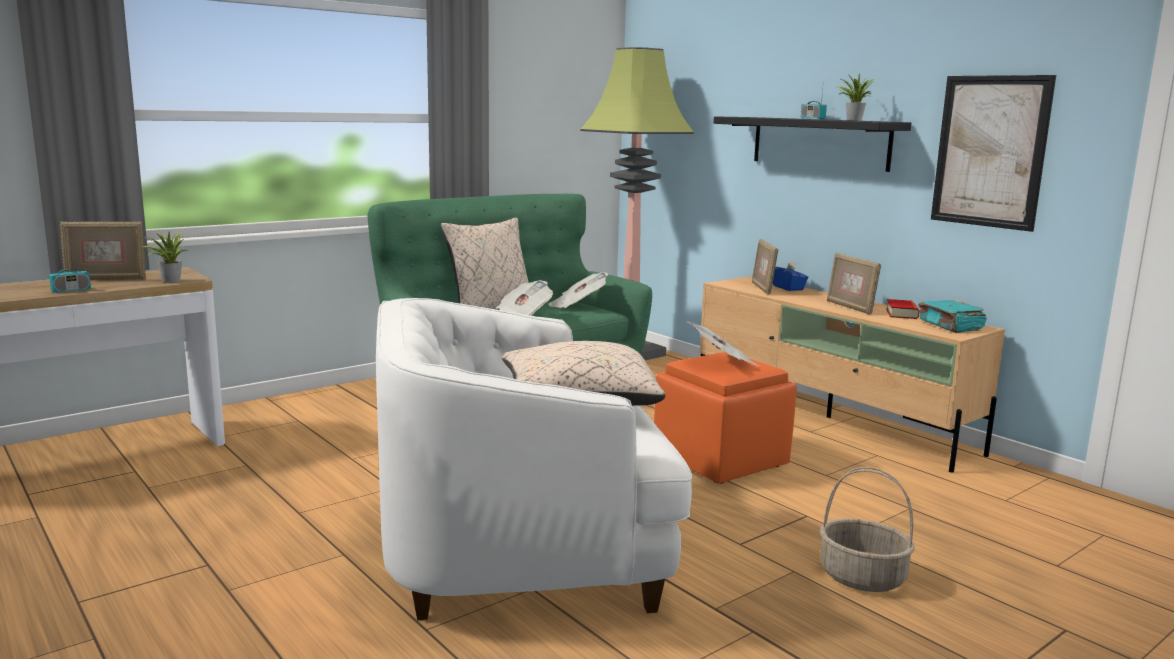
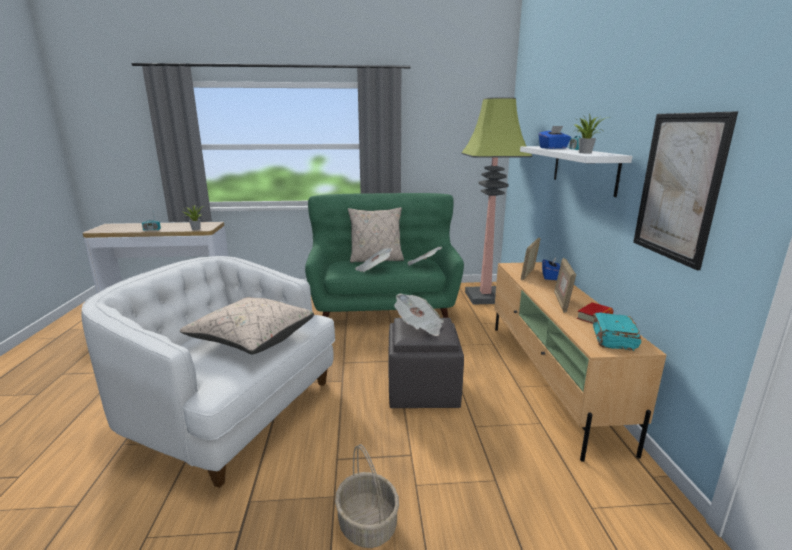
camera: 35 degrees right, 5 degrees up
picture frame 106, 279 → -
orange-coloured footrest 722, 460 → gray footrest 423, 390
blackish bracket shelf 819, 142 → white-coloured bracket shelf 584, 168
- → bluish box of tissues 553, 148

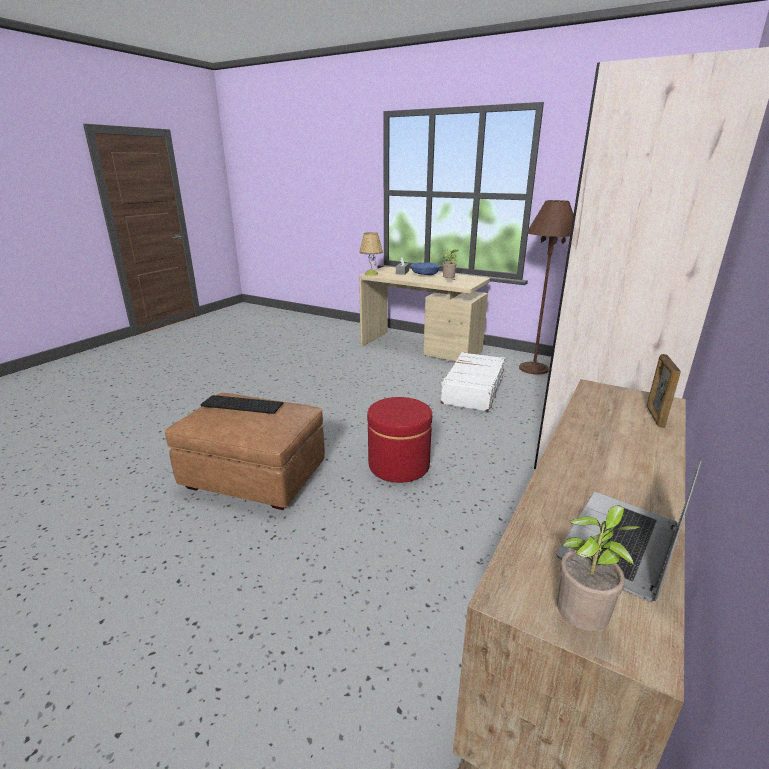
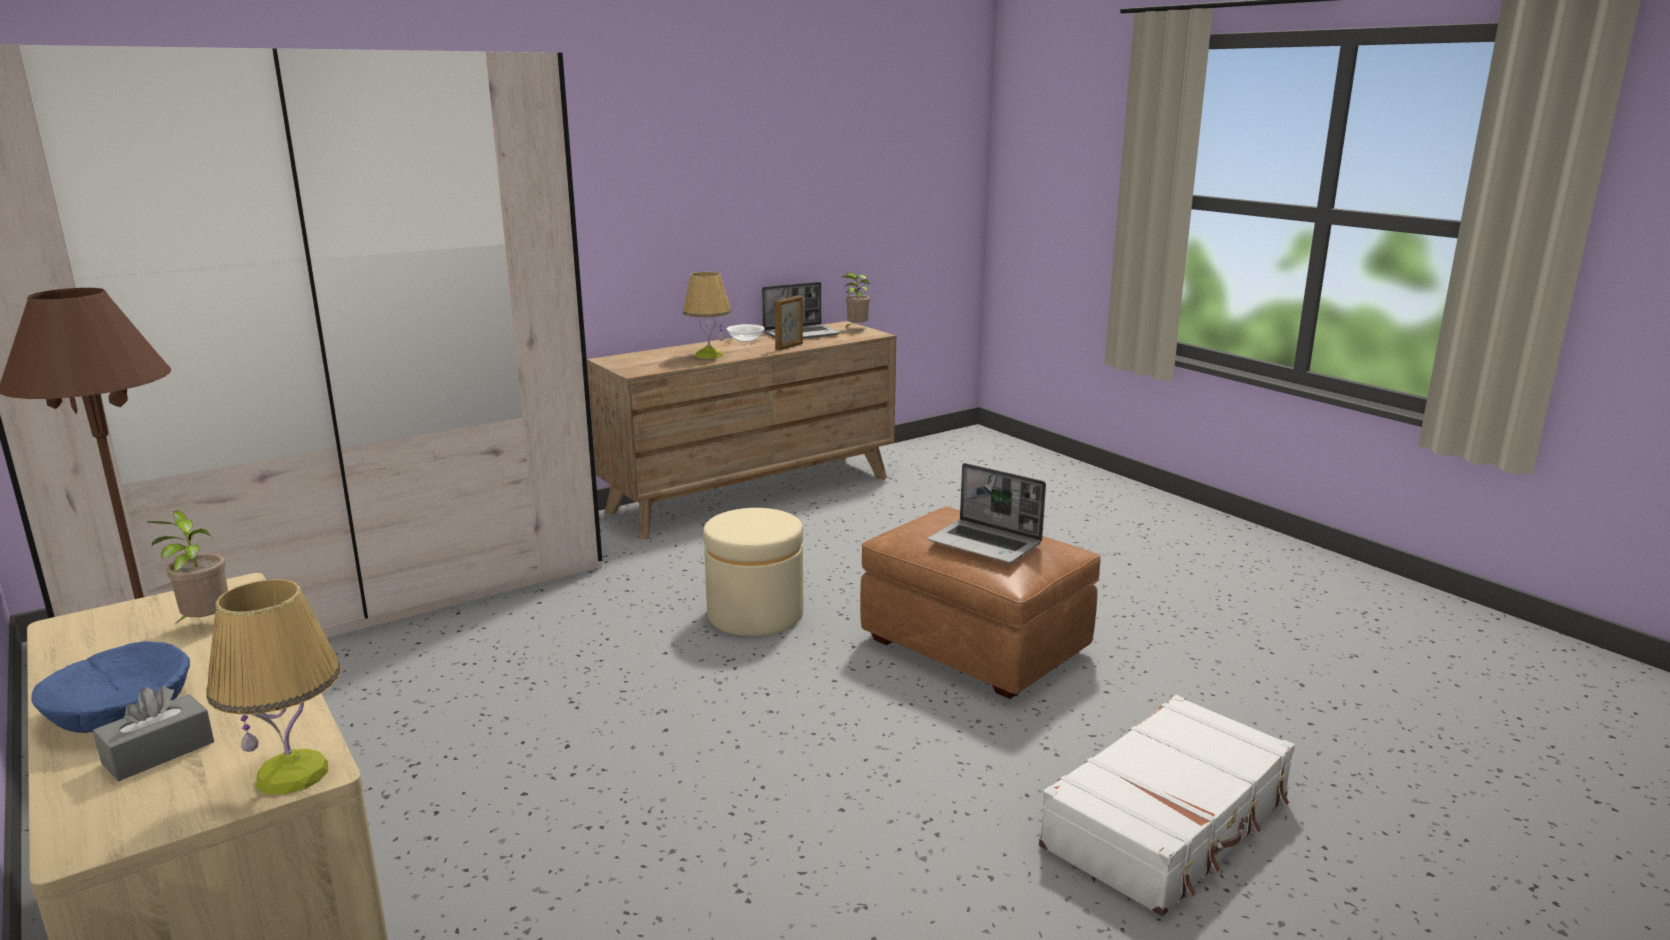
camera: 155 degrees left, 5 degrees down
PC keyboard 240, 405 → portable computer 986, 544
reddish footrest 399, 465 → beige-coloured footrest 755, 615
white-coloured piece of luggage 472, 390 → white-coloured piece of luggage 1169, 823, shifted
picture frame 654, 417 → picture frame 789, 346, shifted
- → tabletop lamp 708, 355
- → bowl 746, 340

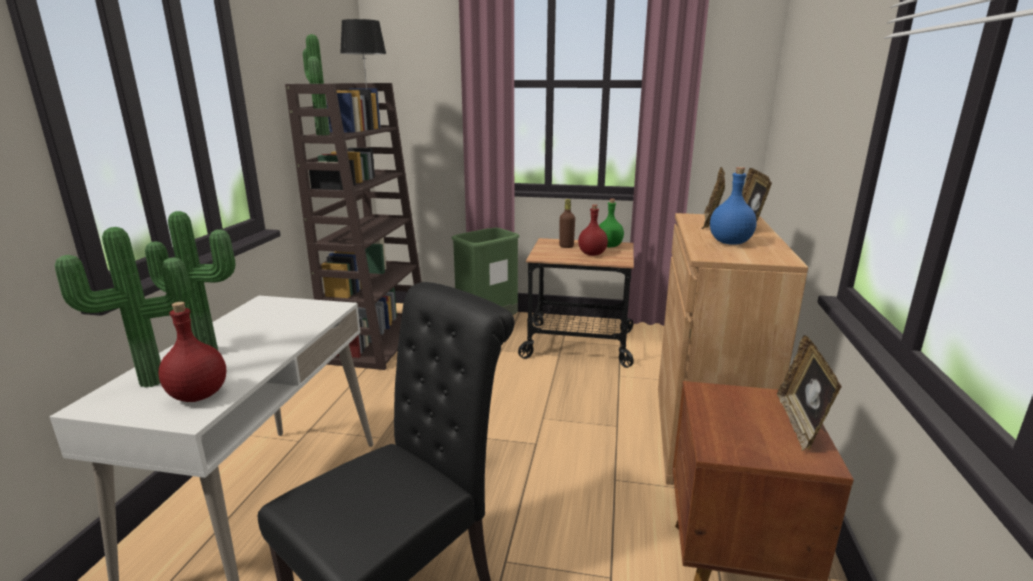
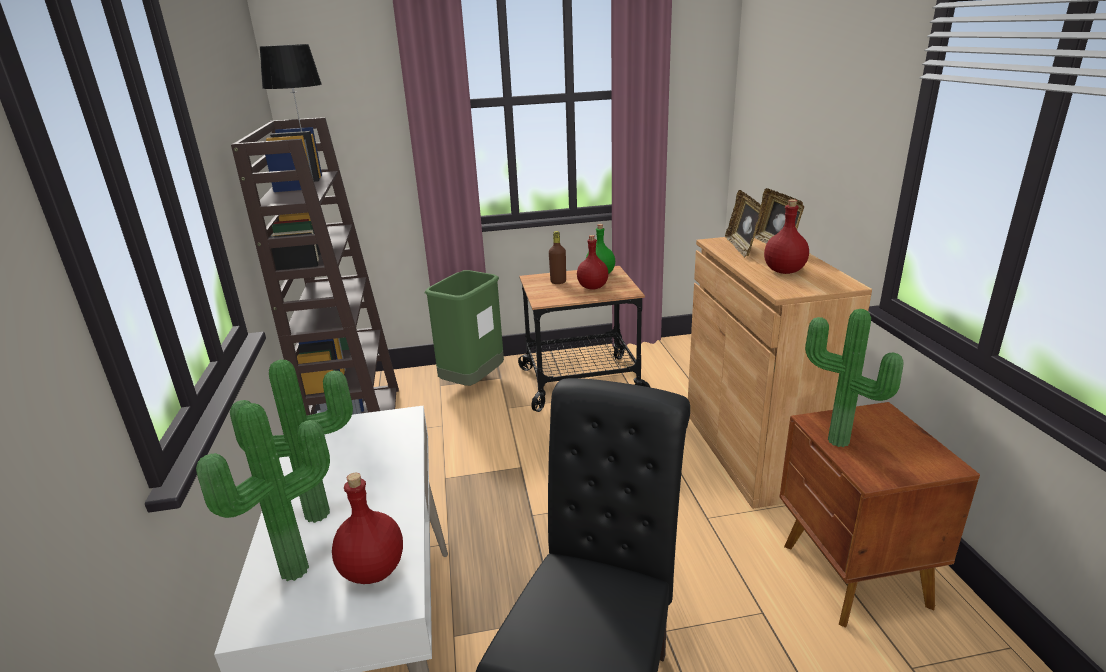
camera: 20 degrees left, 5 degrees up
plant in a pot 320, 134 → plant in a pot 837, 443, shifted
bluish bottle 731, 242 → reddish bottle 785, 271
picture frame 800, 423 → -

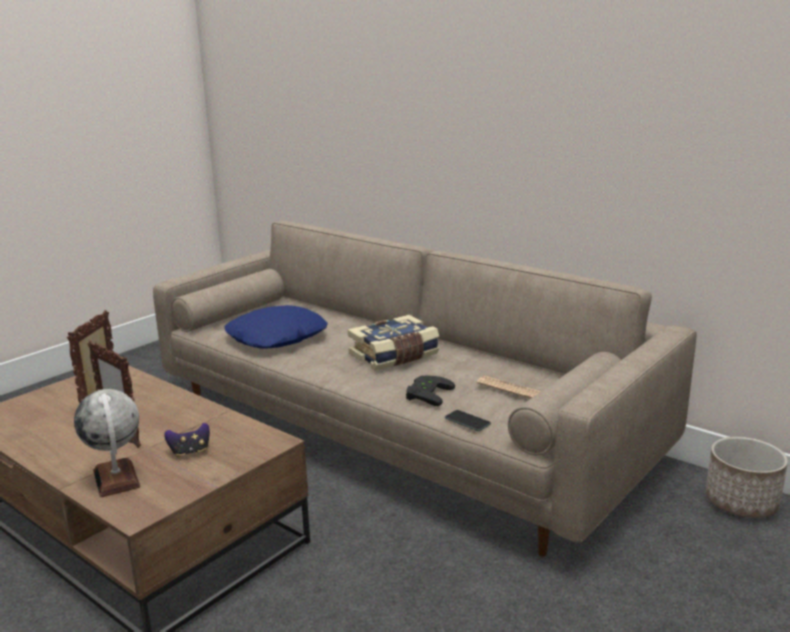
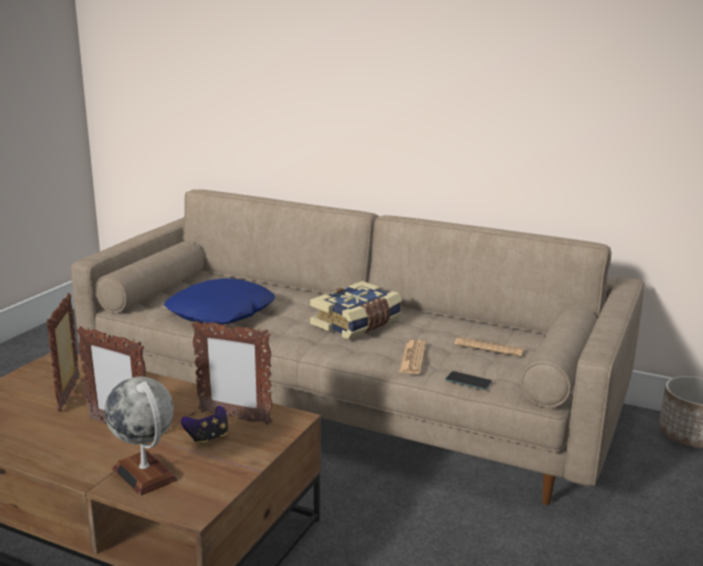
camera: 15 degrees left, 0 degrees up
blackish gamepad 426, 393 → daily paper 412, 358
- → picture frame 234, 417

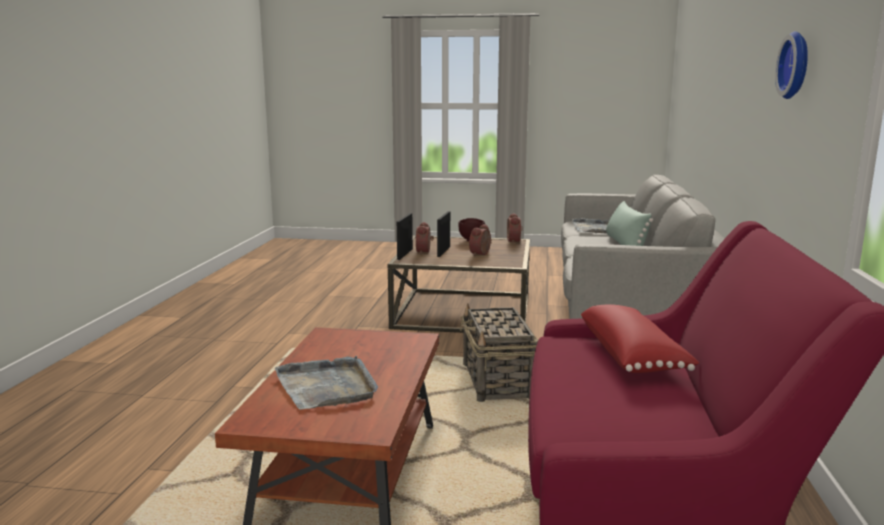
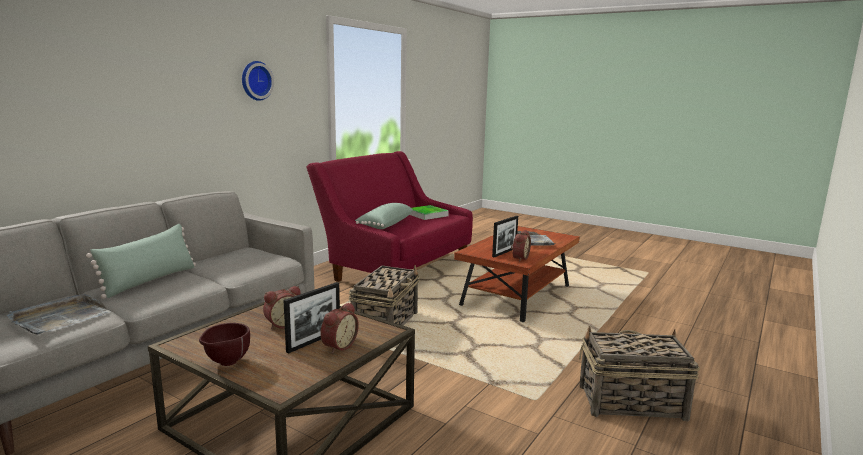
camera: 155 degrees left, 0 degrees up
picture frame 405, 254 → picture frame 504, 252, shifted
bedside clock 515, 241 → bedside clock 519, 258, shifted
reddish pillow 632, 356 → green pillow 384, 224
- → tray 427, 215
- → household basket 630, 402

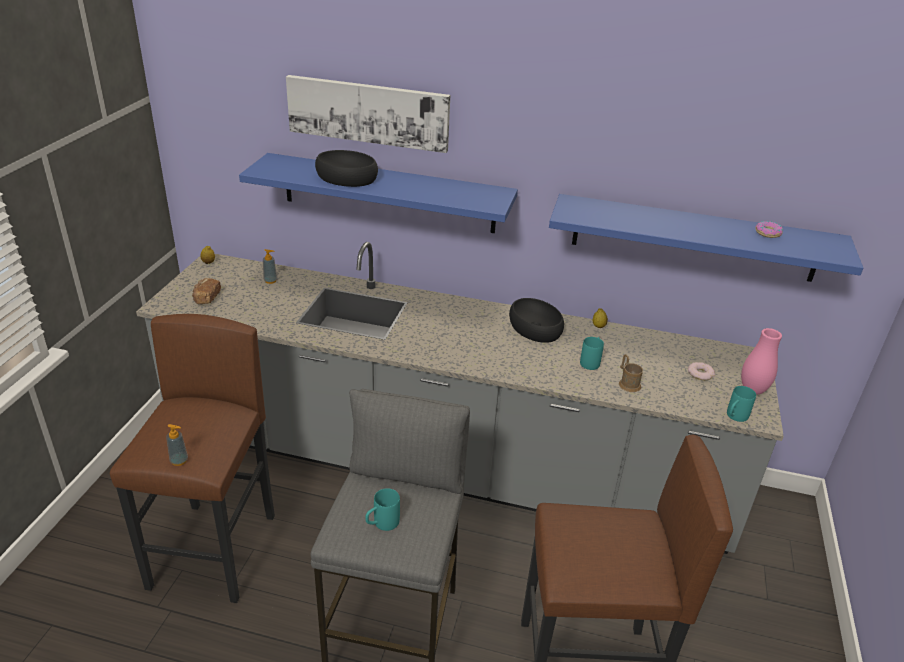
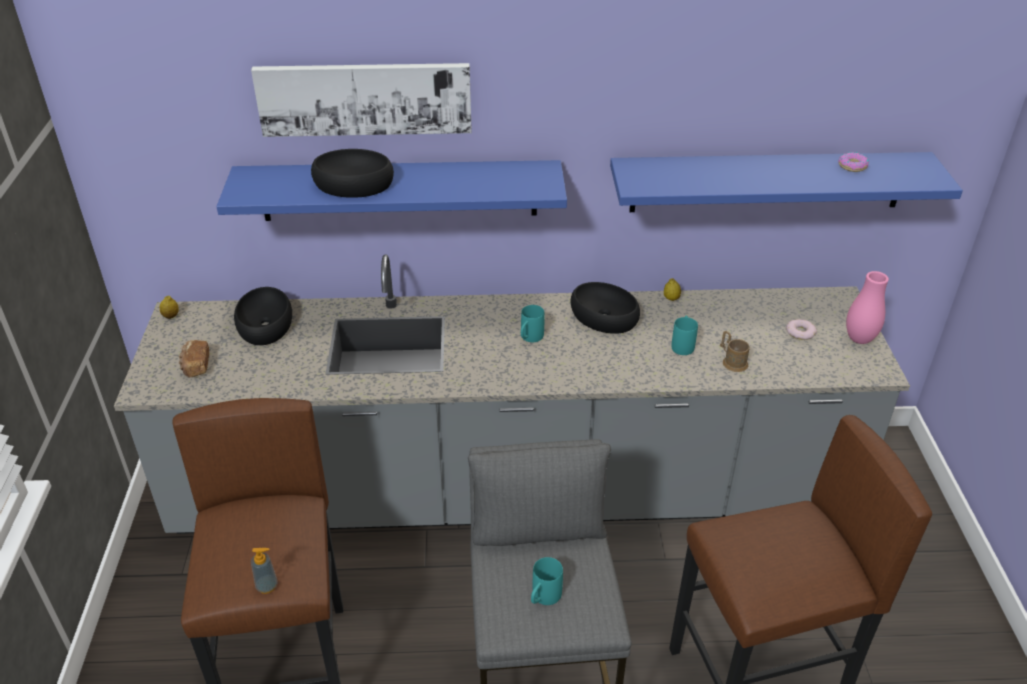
camera: 15 degrees left, 5 degrees up
soap dispenser 270, 281 → blackish bowl 264, 324
turquoise mug 734, 417 → turquoise mug 529, 338, shifted

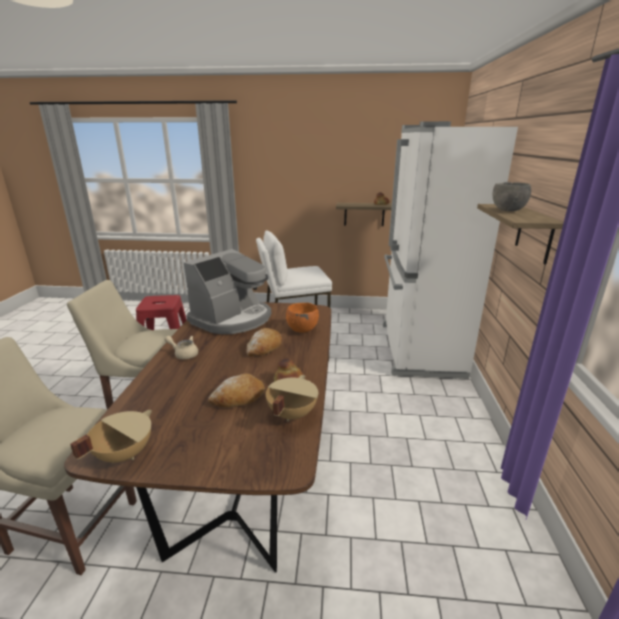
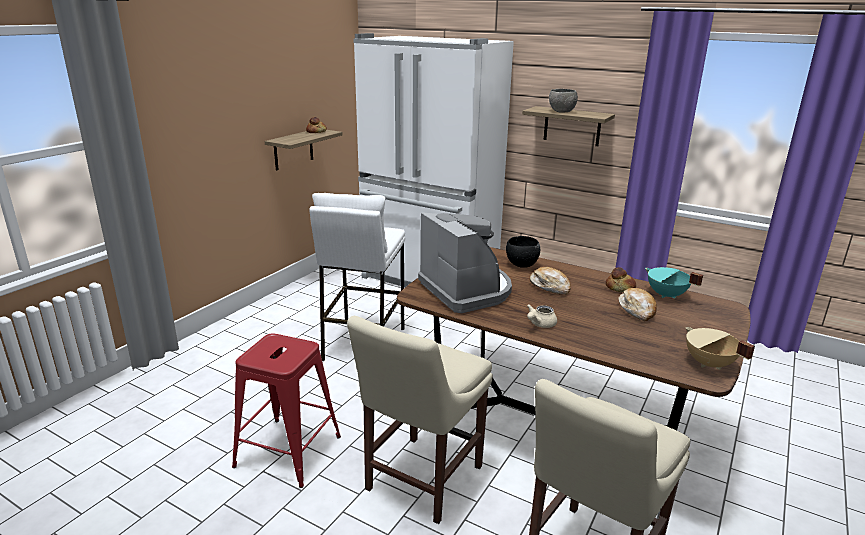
camera: 65 degrees left, 0 degrees up
beige-coloured saucepot 291, 414 → turquoise saucepot 666, 295
orange-coloured bowl 302, 330 → blackish bowl 521, 265

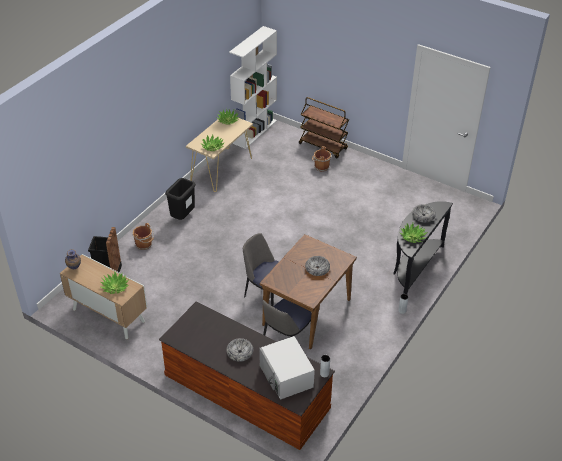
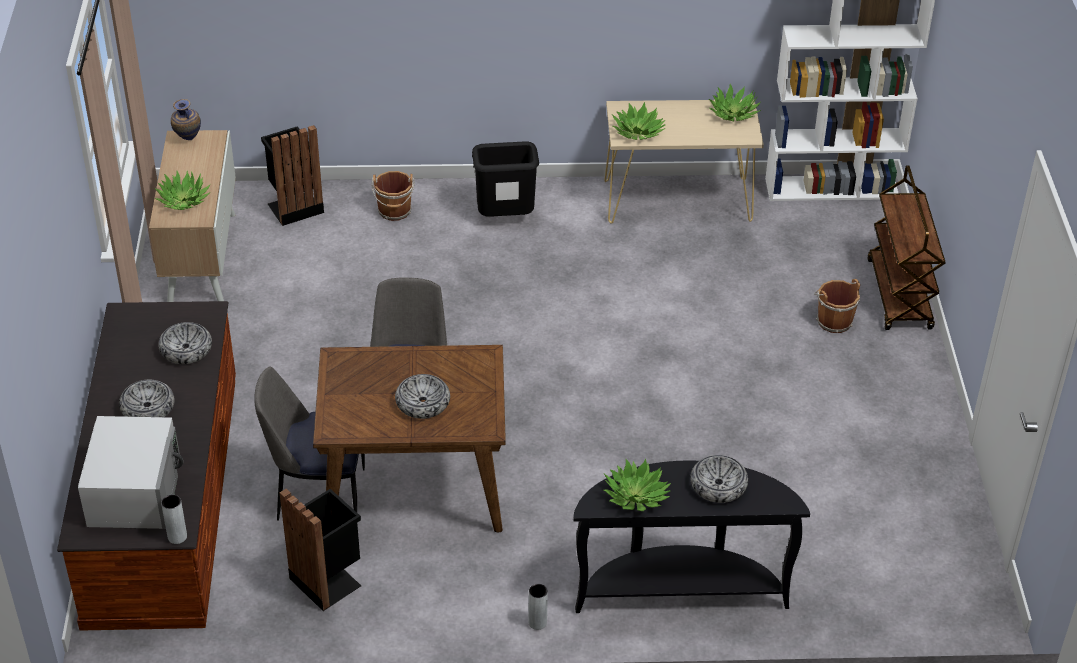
camera: 55 degrees right, 0 degrees up
white-coloured microwave 286, 376 → white-coloured microwave 135, 490, 150 degrees clockwise
- → bowl 186, 349
- → blackish waste bin 327, 580

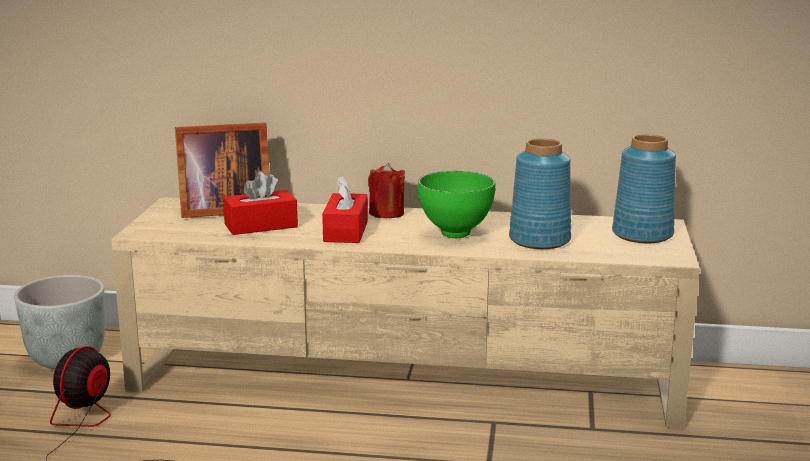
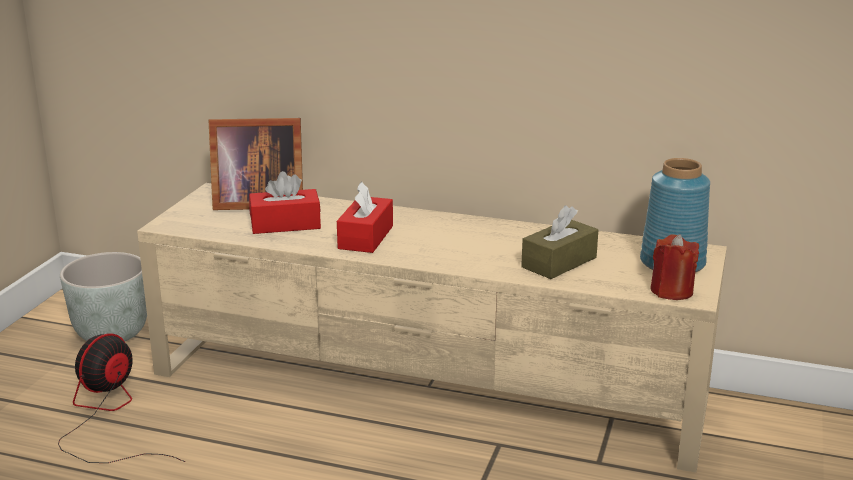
camera: 10 degrees right, 5 degrees up
reddish candle 386, 213 → reddish candle 671, 291, shifted
green bowl 456, 235 → -
bluish flower vase 539, 240 → brown-coloured box of tissues 559, 262

